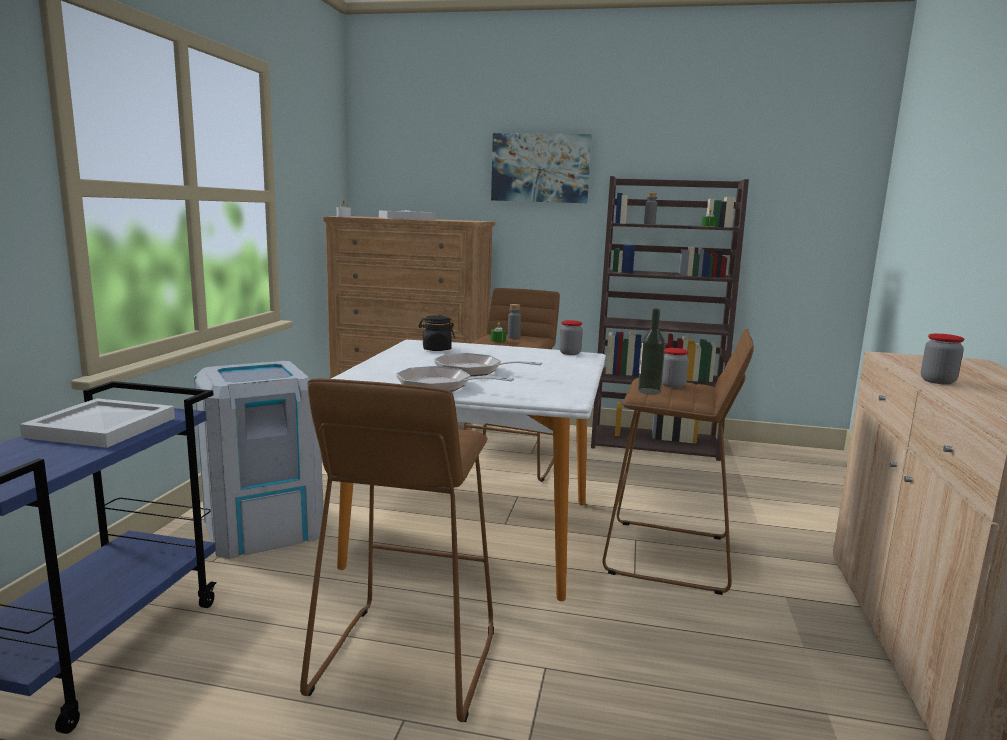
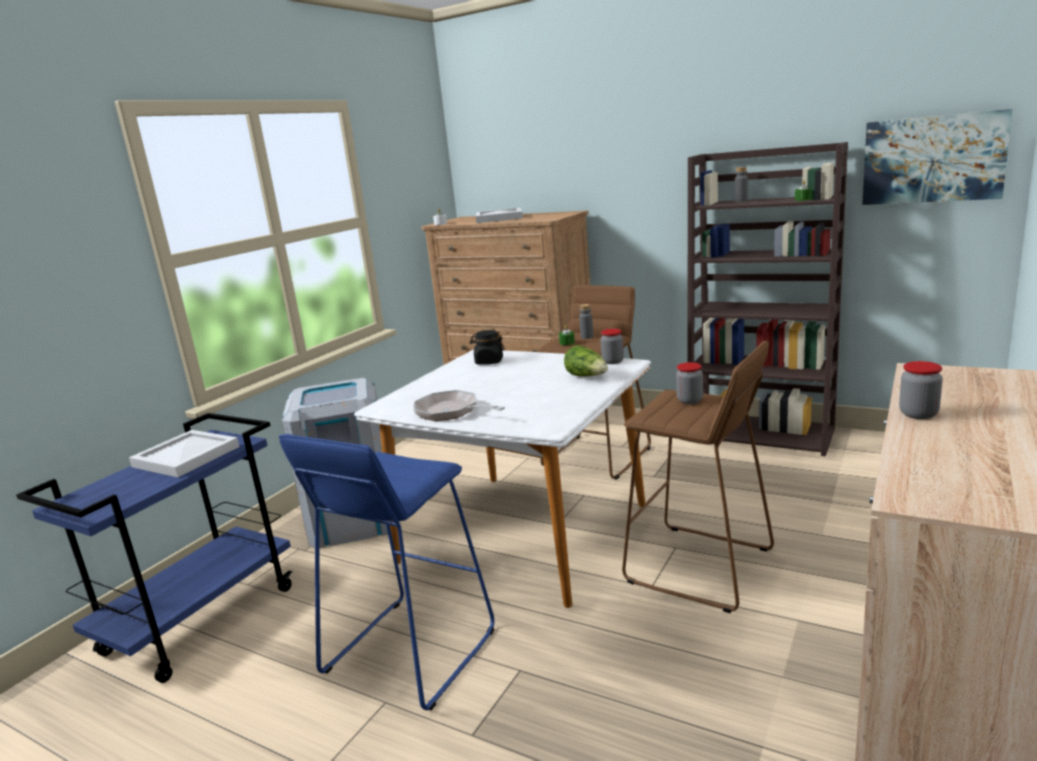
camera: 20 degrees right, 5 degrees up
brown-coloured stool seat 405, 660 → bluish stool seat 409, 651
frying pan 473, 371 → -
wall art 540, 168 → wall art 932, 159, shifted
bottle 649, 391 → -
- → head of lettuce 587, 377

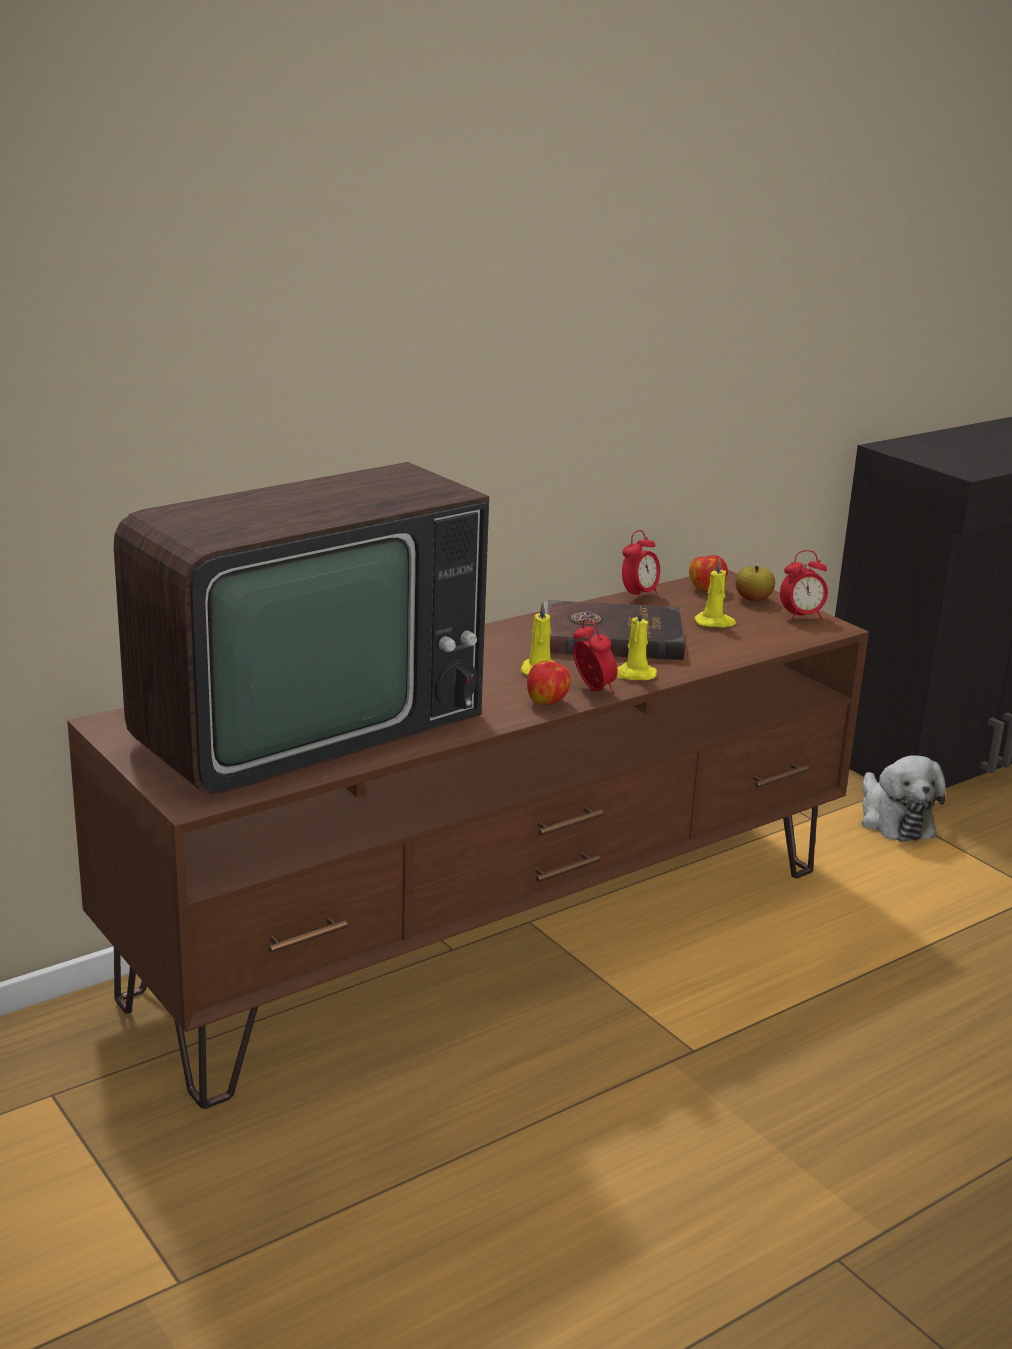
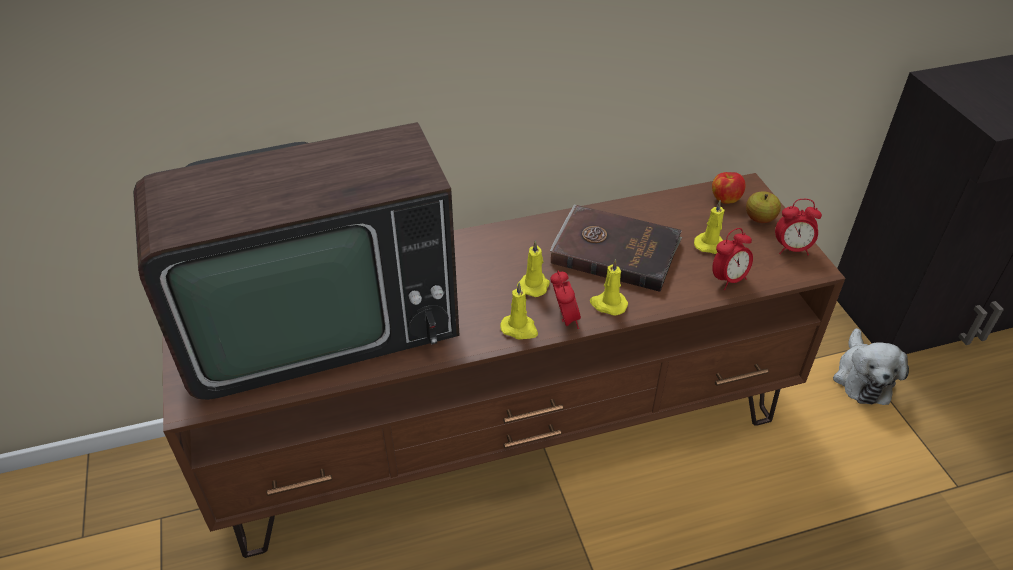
camera: 20 degrees right, 20 degrees up
apple fruit 547, 702 → yellow candle 520, 329
bedside clock 639, 595 → bedside clock 728, 279, shifted

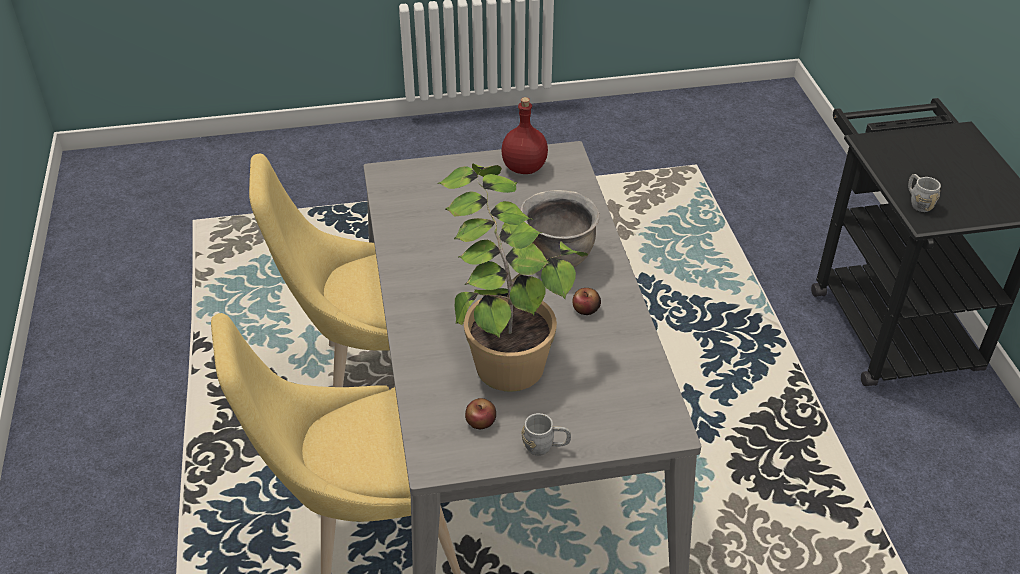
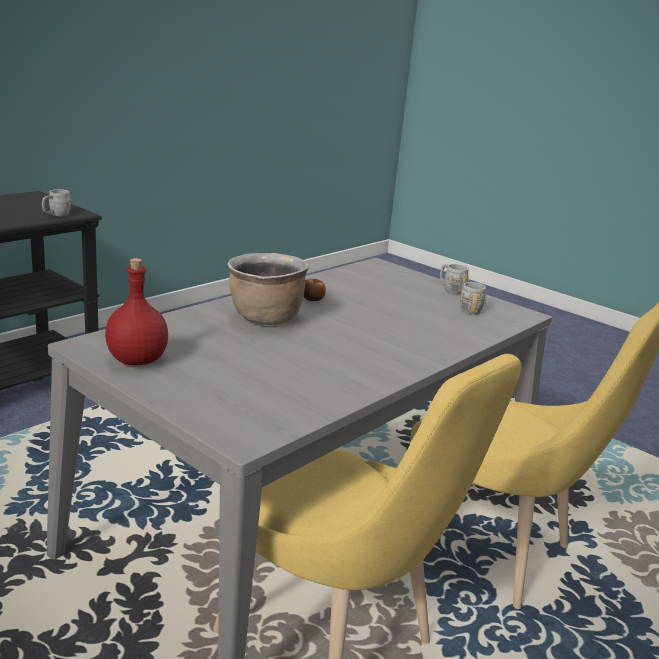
camera: 130 degrees left, 20 degrees down
plant in a pot 504, 340 → -
apple fruit 481, 422 → gray mug 469, 309

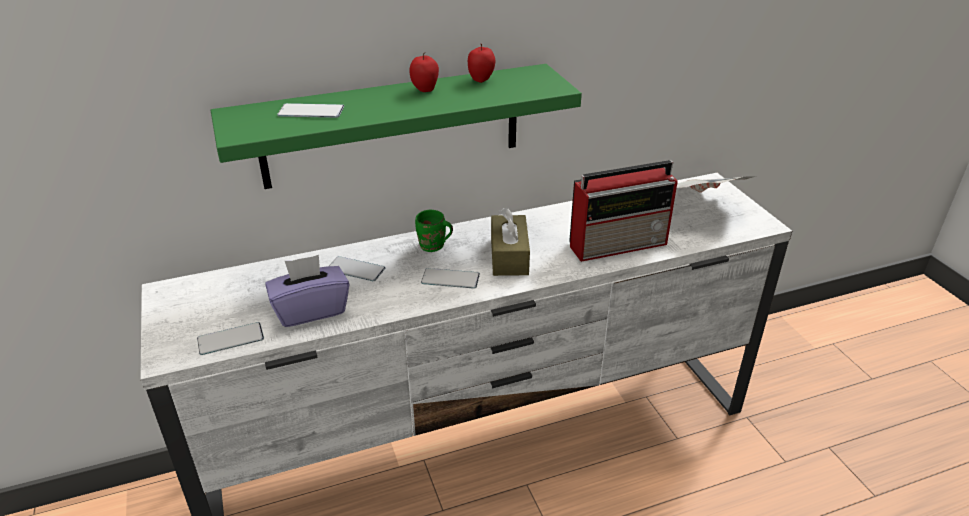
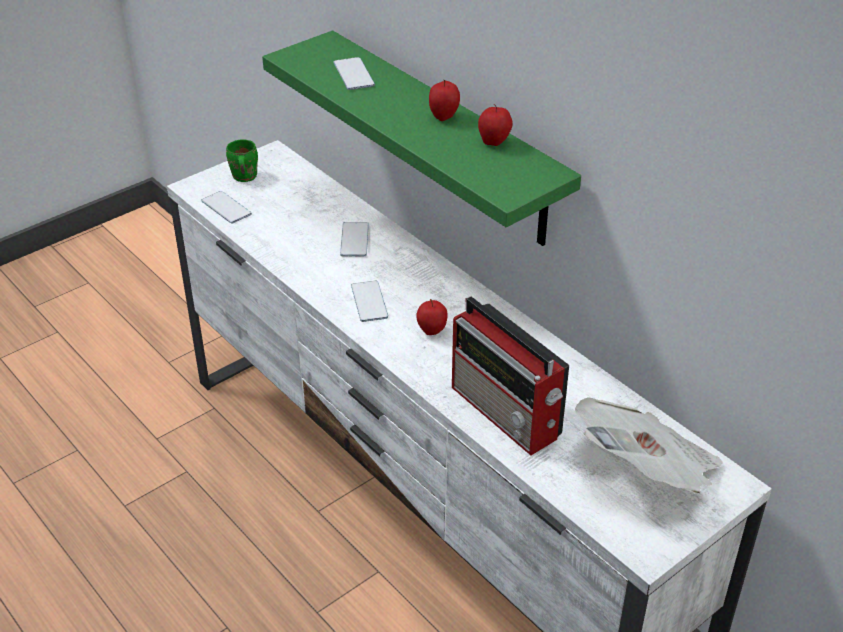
camera: 70 degrees right, 5 degrees up
purplish box of tissues 311, 310 → -
green mug 433, 247 → green mug 243, 177, shifted
brown-coloured box of tissues 509, 256 → apple fruit 431, 332

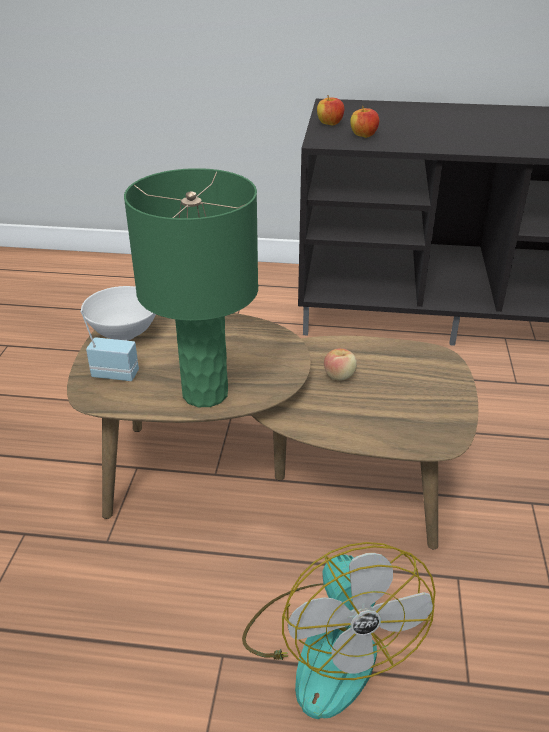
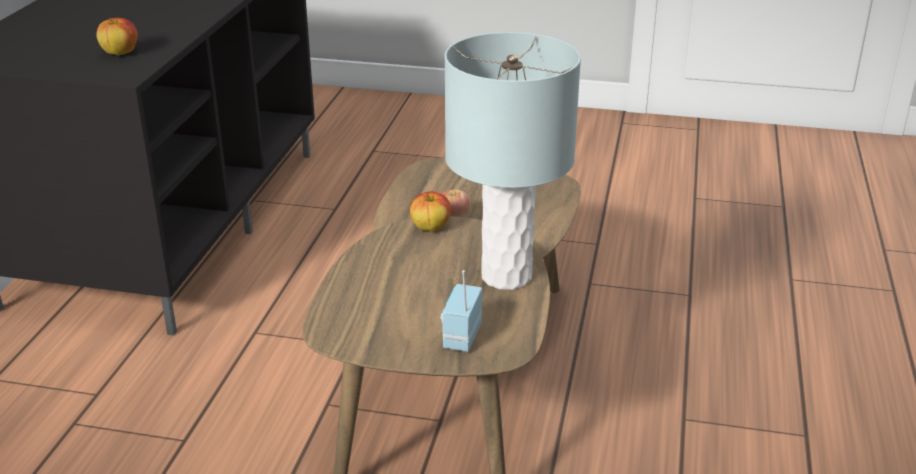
camera: 85 degrees left, 5 degrees down
white-coloured bowl 124, 334 → -
green tabletop lamp 206, 393 → gray tabletop lamp 506, 276
cooling fan 327, 646 → -
apple fruit 329, 124 → apple fruit 430, 227, shifted

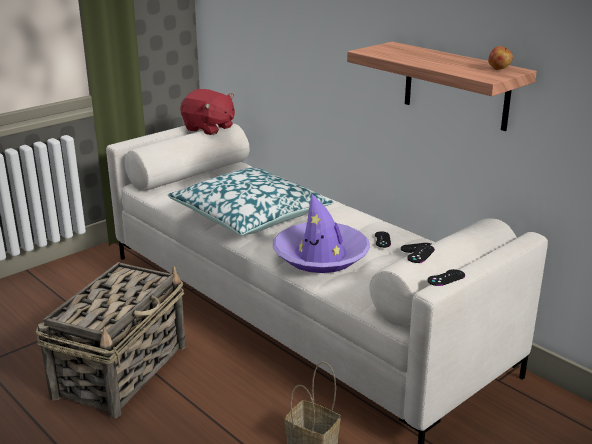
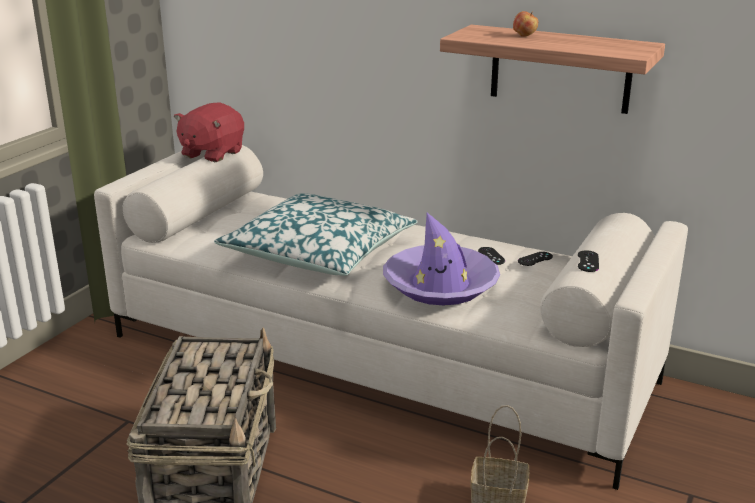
camera: 20 degrees left, 0 degrees up
reddish soft toy 209, 129 → reddish soft toy 211, 154, 105 degrees clockwise
blackish gamepad 446, 278 → -
apple fruit 499, 69 → apple fruit 524, 36, shifted

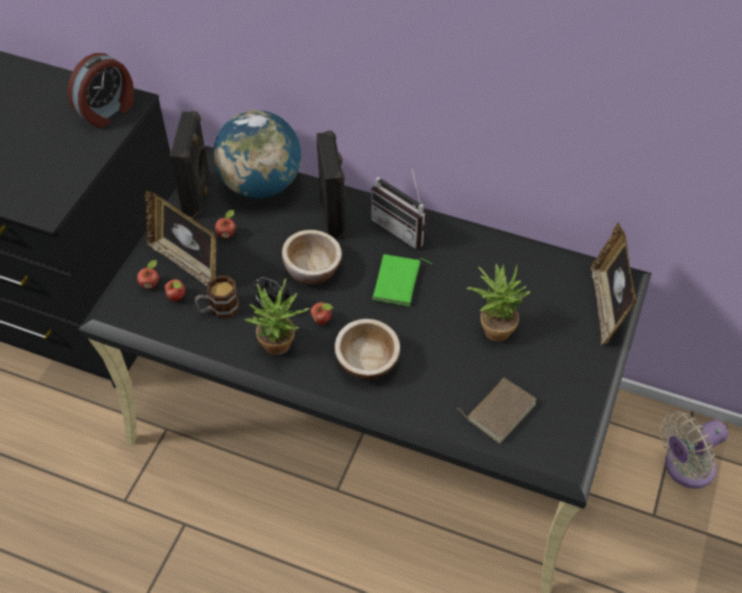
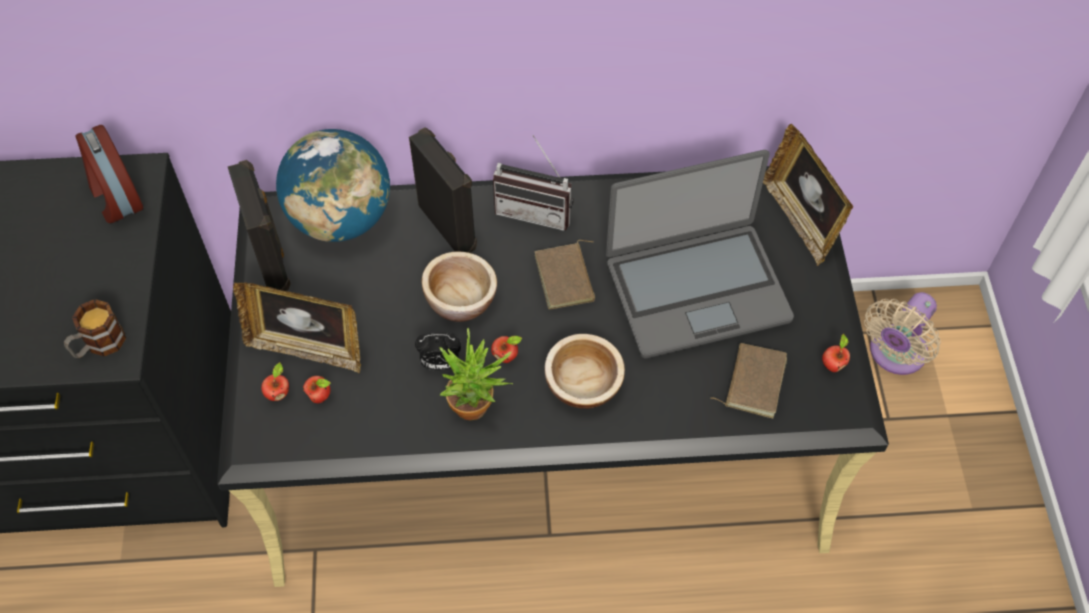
camera: 25 degrees left, 5 degrees up
bedside clock 108, 111 → bedside clock 115, 196, 135 degrees clockwise
mug 218, 309 → mug 99, 345, shifted
apple fruit 227, 234 → apple fruit 832, 365, shifted
green book 398, 283 → brown-coloured book 567, 278
plant in a pot 493, 327 → portable computer 696, 289

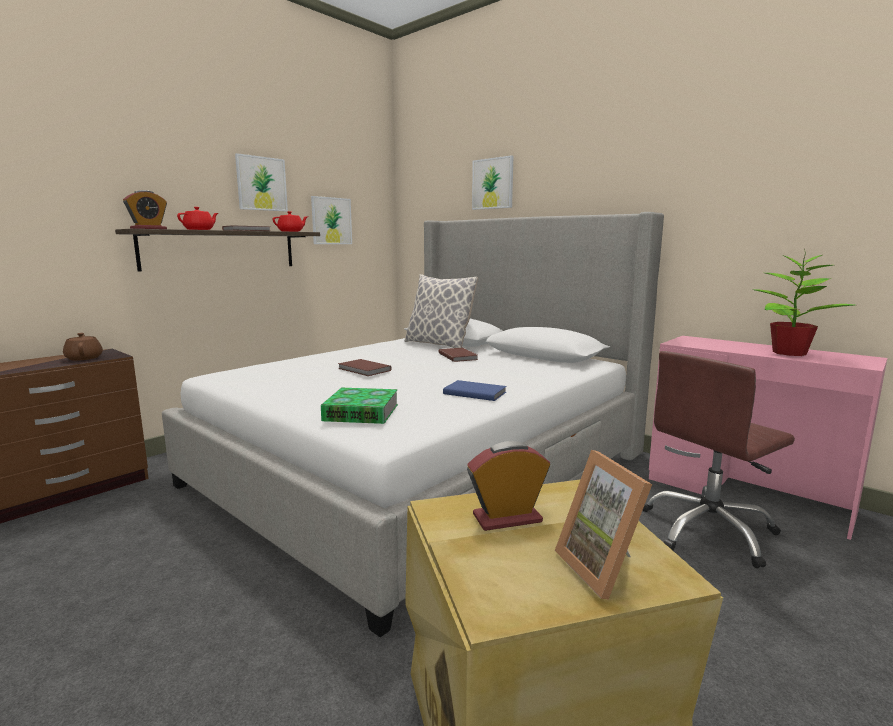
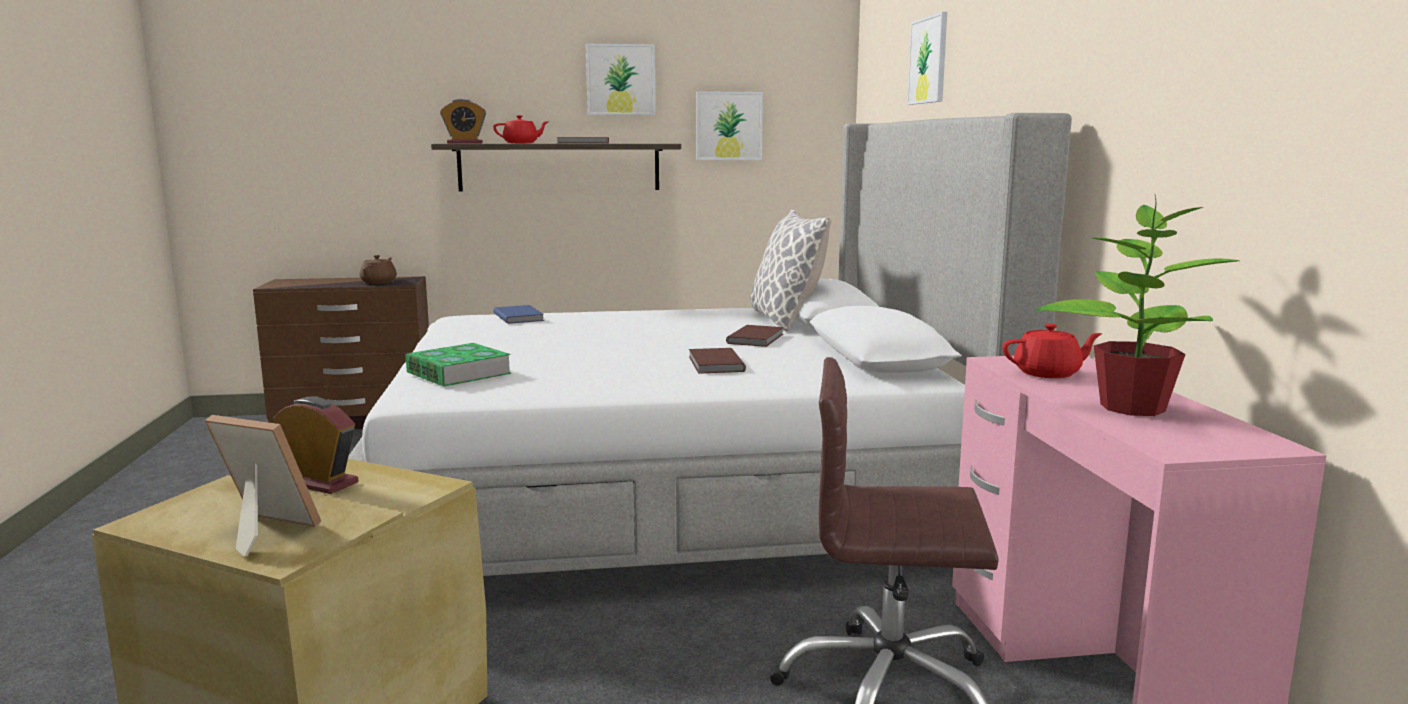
camera: 40 degrees right, 0 degrees up
reddish teapot 291, 231 → reddish teapot 1048, 373, shifted
brown-coloured book 364, 370 → brown-coloured book 714, 364, shifted
bluish book 474, 392 → bluish book 519, 317, shifted
picture frame 605, 568 → picture frame 261, 531, 90 degrees clockwise

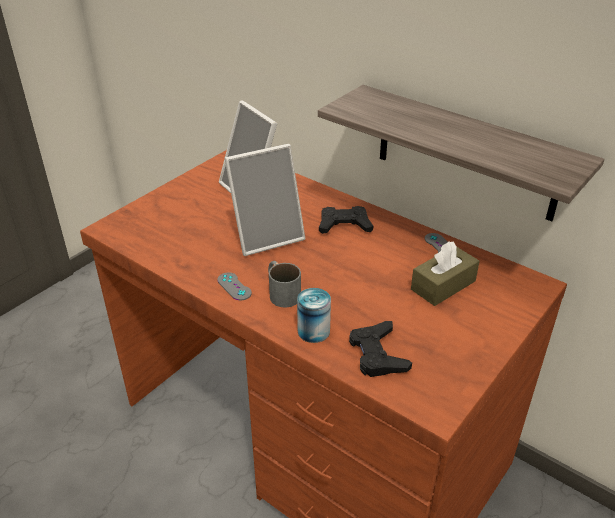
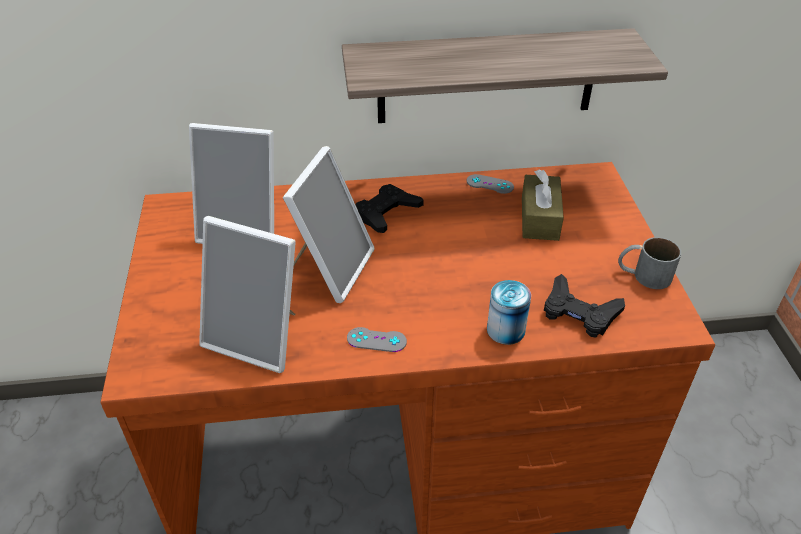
camera: 45 degrees left, 5 degrees up
gray mug 281, 292 → gray mug 643, 275, shifted
- → picture frame 258, 337

